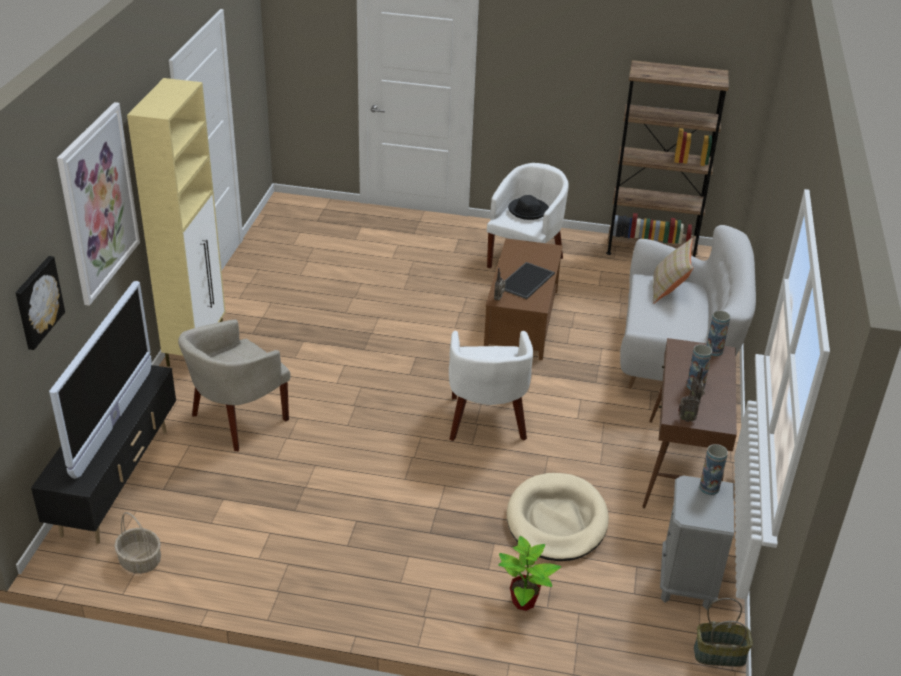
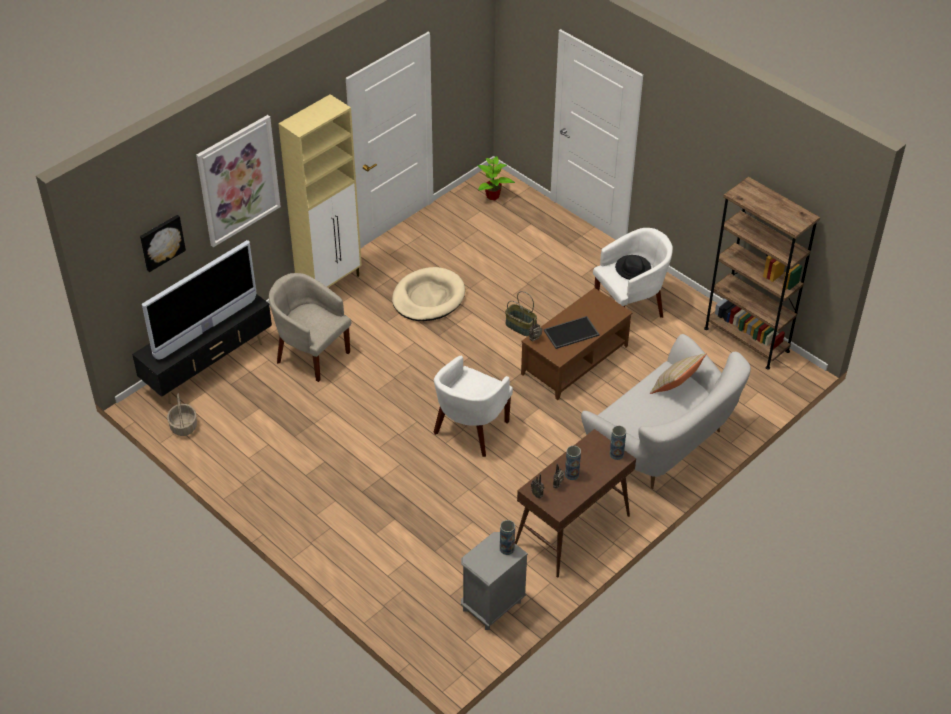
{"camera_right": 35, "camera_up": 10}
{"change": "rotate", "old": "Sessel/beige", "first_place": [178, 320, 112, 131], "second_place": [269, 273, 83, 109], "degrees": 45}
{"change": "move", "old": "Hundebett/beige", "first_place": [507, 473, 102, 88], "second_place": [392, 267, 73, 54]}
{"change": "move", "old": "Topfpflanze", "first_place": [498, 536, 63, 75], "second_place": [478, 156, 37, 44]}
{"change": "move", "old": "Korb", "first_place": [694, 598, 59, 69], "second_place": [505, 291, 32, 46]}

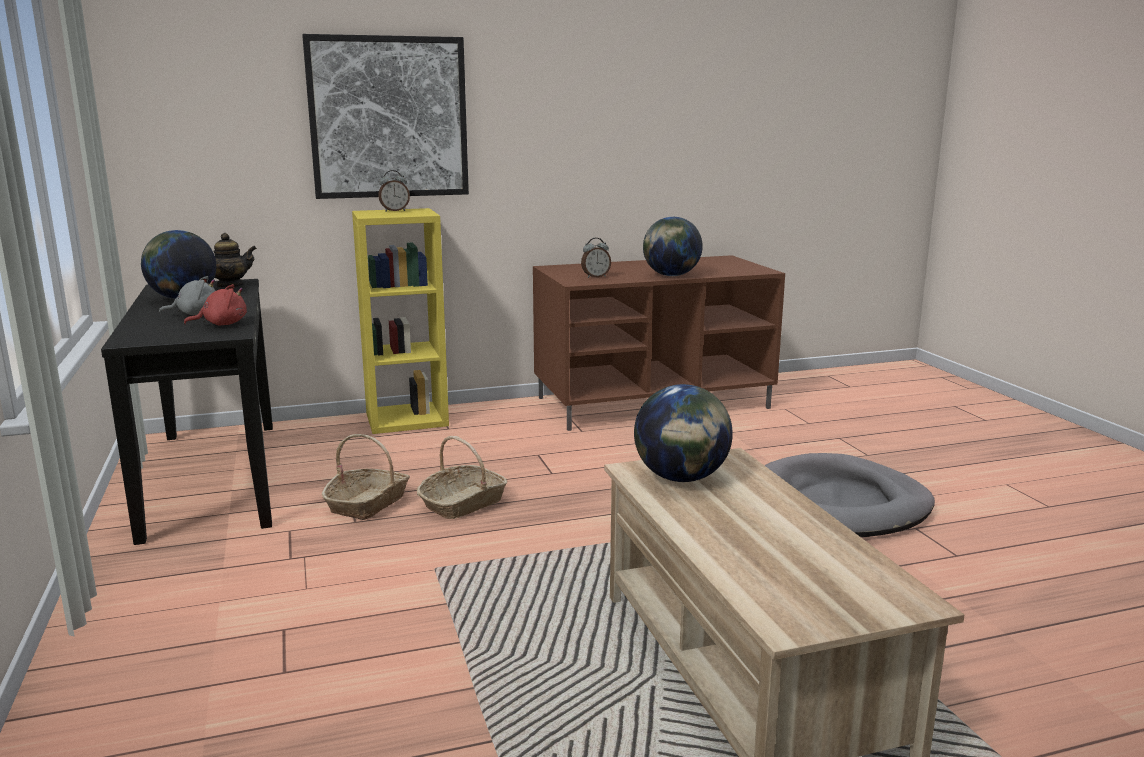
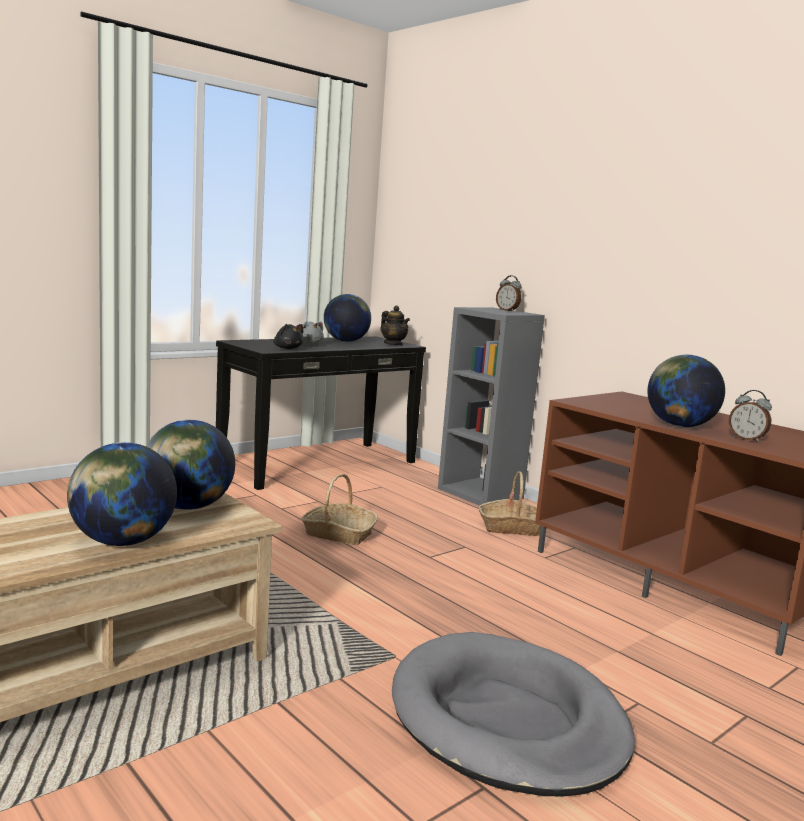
{"camera_right": 65, "camera_up": -5}
{"change": "delete", "old": "Bild", "first_place": [302, 34, 167, 165]}
{"change": "recolor", "old": "Bücherregal/gelb", "new": "Bücherregal/grau", "first_place": [352, 208, 97, 226], "second_place": [438, 307, 107, 198]}
{"change": "move", "old": "Wecker", "first_place": [581, 238, 30, 40], "second_place": [729, 390, 43, 52]}
{"change": "recolor", "old": "Plüschtier/rot", "new": "Plüschtier/schwarz", "first_place": [184, 284, 63, 42], "second_place": [273, 324, 31, 25]}
{"change": "move", "old": "Korb", "first_place": [322, 434, 88, 86], "second_place": [479, 471, 62, 65]}
{"change": "insert", "new": "Globus", "second_place": [67, 442, 110, 104]}

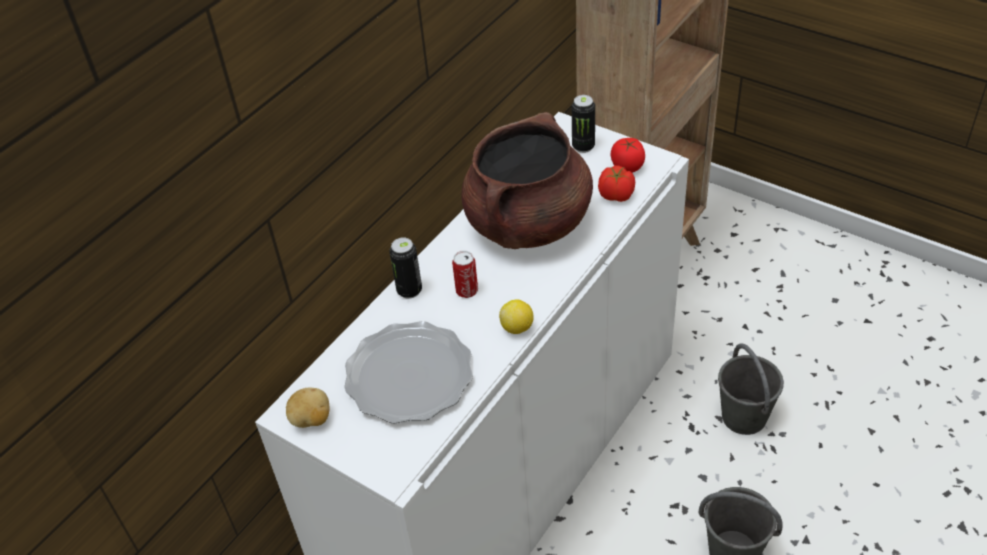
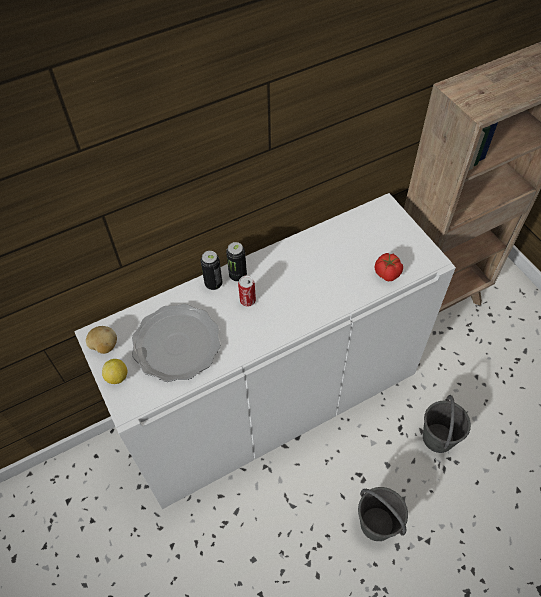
{"camera_right": 25, "camera_up": 10}
{"change": "move", "old": "Dose", "first_place": [572, 95, 23, 58], "second_place": [226, 242, 21, 40]}
{"change": "delete", "old": "Kochtopf/braun", "first_place": [461, 112, 132, 137]}
{"change": "delete", "old": "Tomate", "first_place": [611, 138, 34, 35]}
{"change": "move", "old": "Zitrone", "first_place": [499, 299, 35, 35], "second_place": [102, 359, 25, 25]}

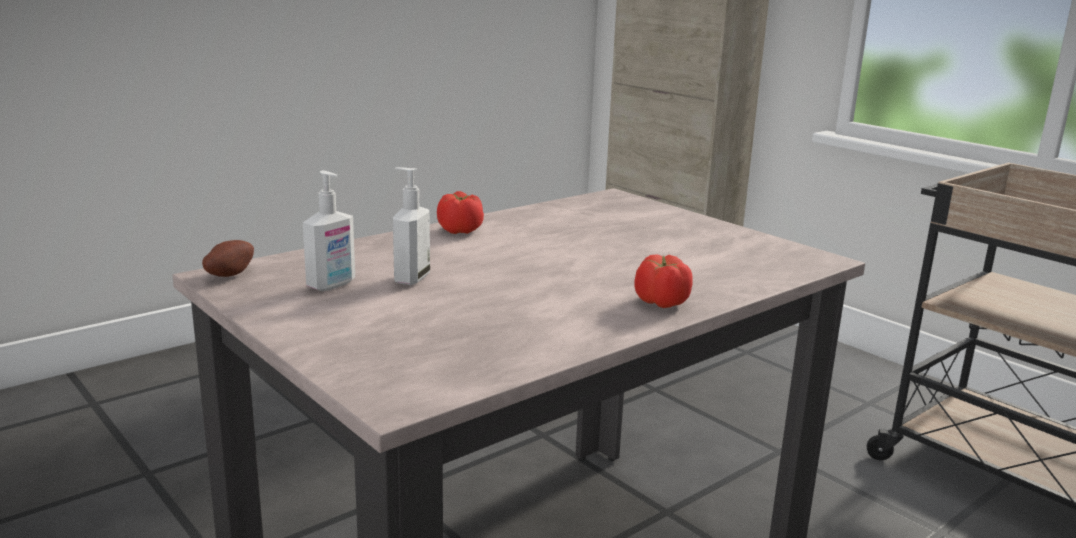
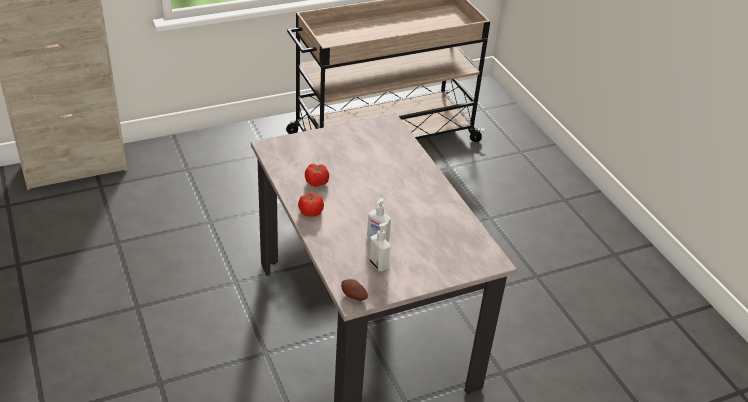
{"camera_right": -75, "camera_up": 20}
{"change": "move", "old": "Tomate", "first_place": [634, 254, 59, 54], "second_place": [305, 164, 24, 23]}

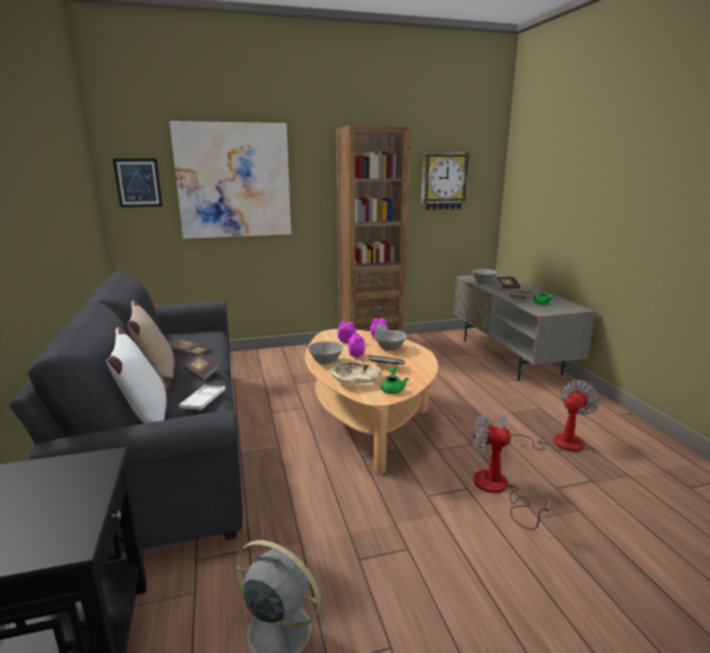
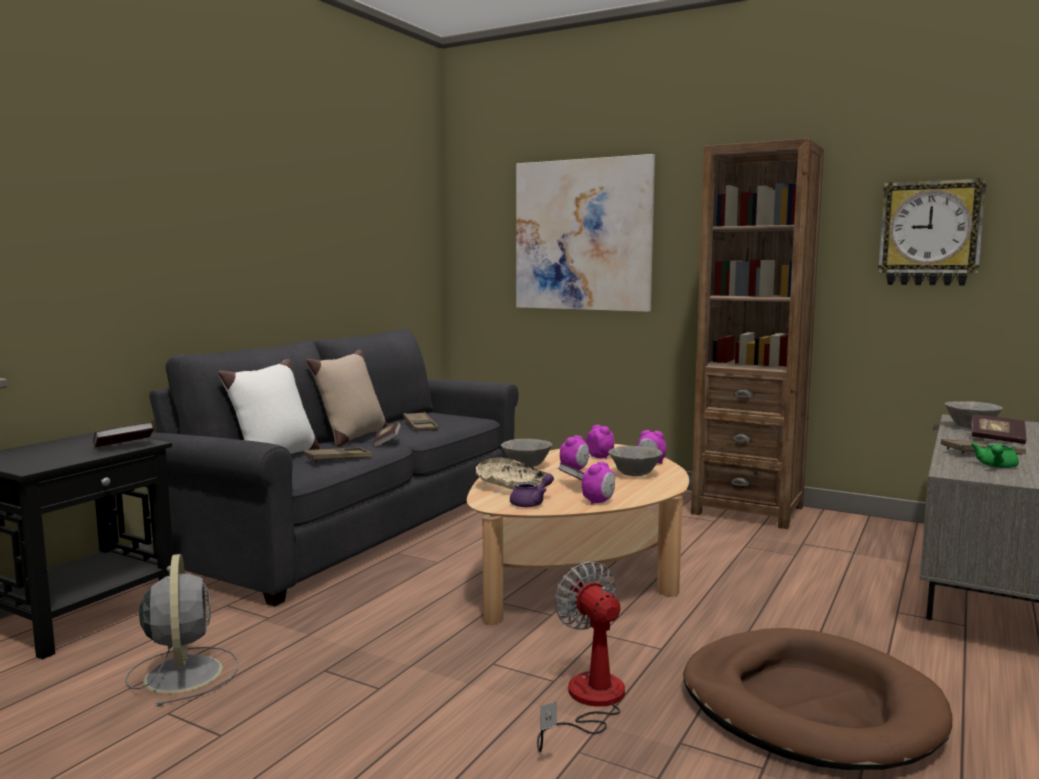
{"camera_right": 45, "camera_up": -10}
{"change": "delete", "old": "Bild", "first_place": [113, 159, 50, 48]}
{"change": "recolor", "old": "Teekanne/grün", "new": "Teekanne/lila", "first_place": [381, 366, 28, 28], "second_place": [510, 473, 44, 34]}
{"change": "replace", "old": "Ventilator", "new": "Hundebett/braun", "first_place": [499, 380, 101, 72], "second_place": [683, 628, 269, 142]}
{"change": "recolor", "old": "Tablett/weiß", "new": "Tablett/braun", "first_place": [179, 385, 47, 26], "second_place": [303, 448, 70, 14]}
{"change": "insert", "new": "Buch", "second_place": [93, 422, 61, 26]}
{"change": "insert", "new": "Wecker", "second_place": [582, 462, 33, 42]}

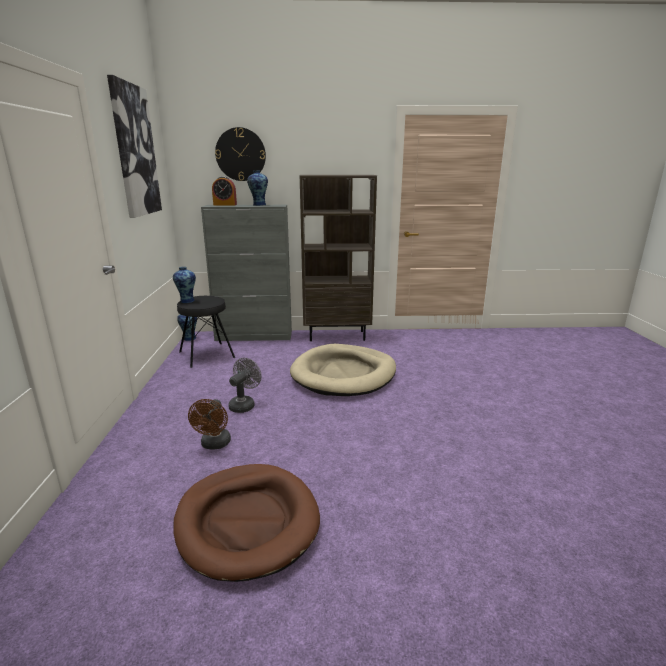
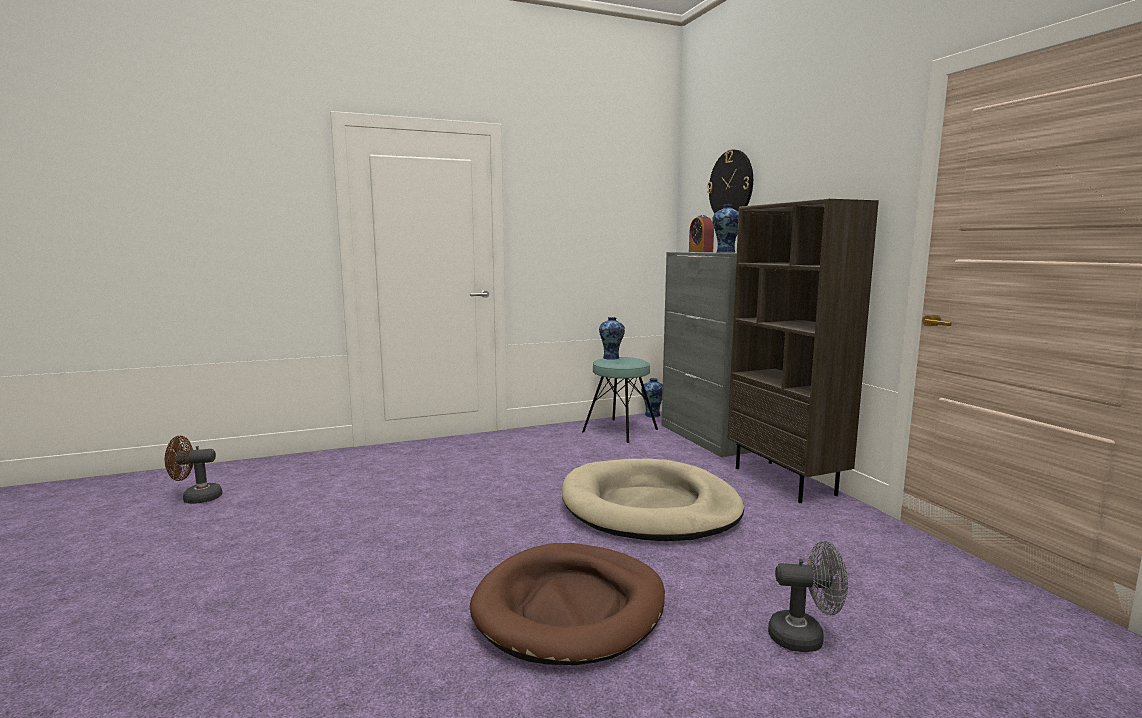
{"camera_right": 70, "camera_up": -10}
{"change": "delete", "old": "Bild", "first_place": [107, 75, 55, 143]}
{"change": "recolor", "old": "Hocker/schwarz", "new": "Hocker/türkis", "first_place": [177, 296, 58, 72], "second_place": [582, 357, 76, 86]}
{"change": "move", "old": "Ventilator/grau", "first_place": [228, 358, 33, 55], "second_place": [768, 541, 80, 111]}
{"change": "move", "old": "Ventilator/braun", "first_place": [188, 399, 43, 50], "second_place": [165, 436, 58, 68]}
{"change": "move", "old": "Hundebett/braun", "first_place": [173, 464, 147, 118], "second_place": [470, 543, 195, 122]}

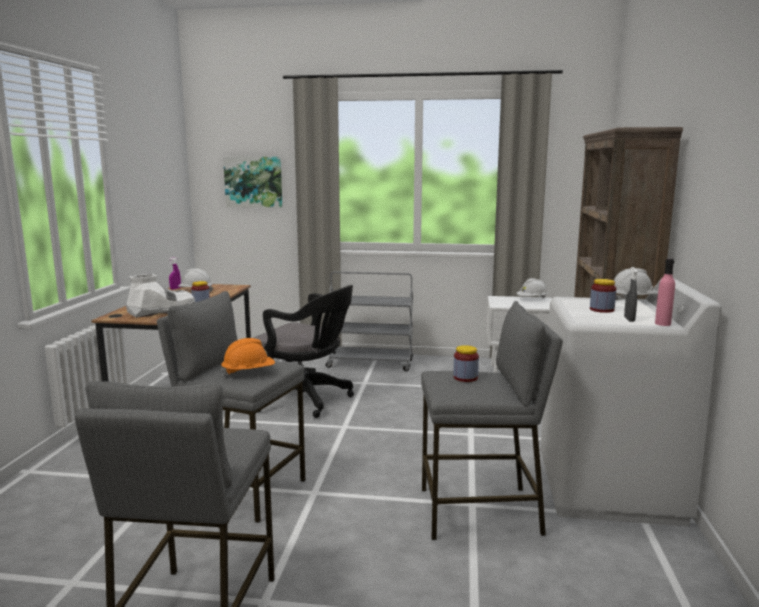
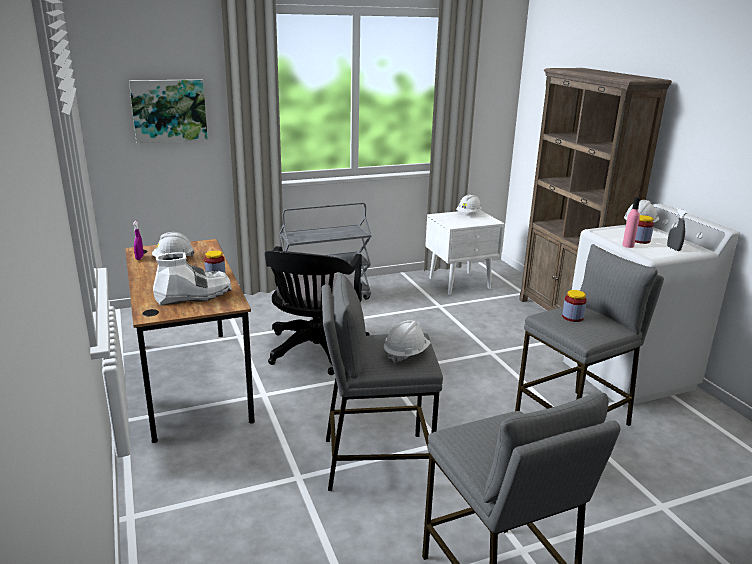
{"camera_right": -30, "camera_up": 10}
{"change": "move", "old": "Flasche/rosa", "first_place": [655, 258, 20, 68], "second_place": [622, 197, 18, 51]}
{"change": "rotate", "old": "Stiefel/weiß", "first_place": [126, 274, 69, 44], "second_place": [153, 252, 78, 53], "degrees": 45}
{"change": "rotate", "old": "Bürostuhl/schwarz", "first_place": [253, 285, 101, 133], "second_place": [265, 246, 105, 129], "degrees": 105}
{"change": "recolor", "old": "Schutzhelm/orange", "new": "Schutzhelm/weiß", "first_place": [221, 338, 54, 38], "second_place": [384, 320, 47, 44]}

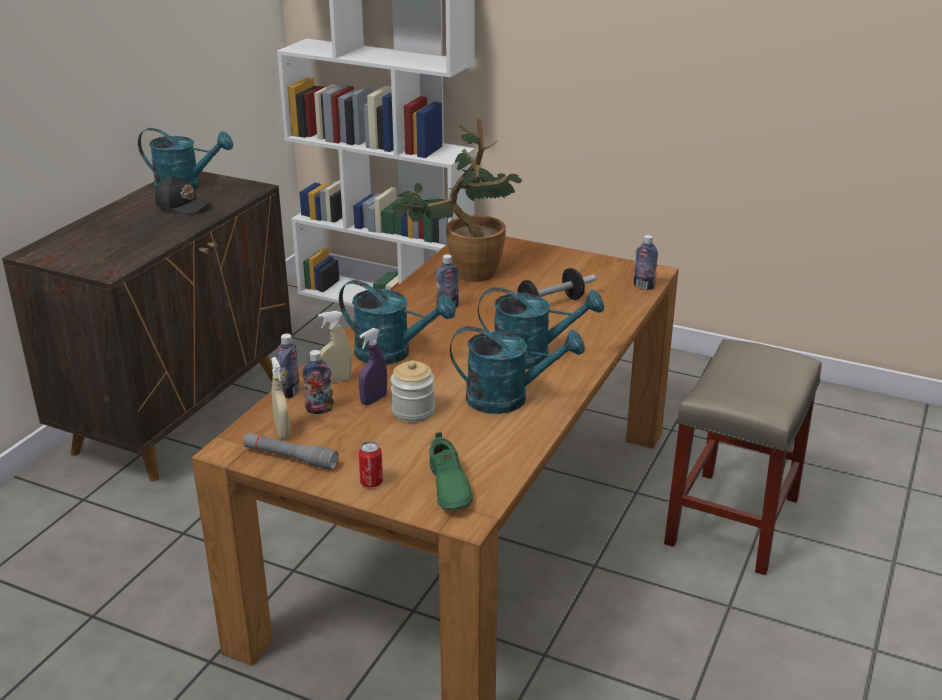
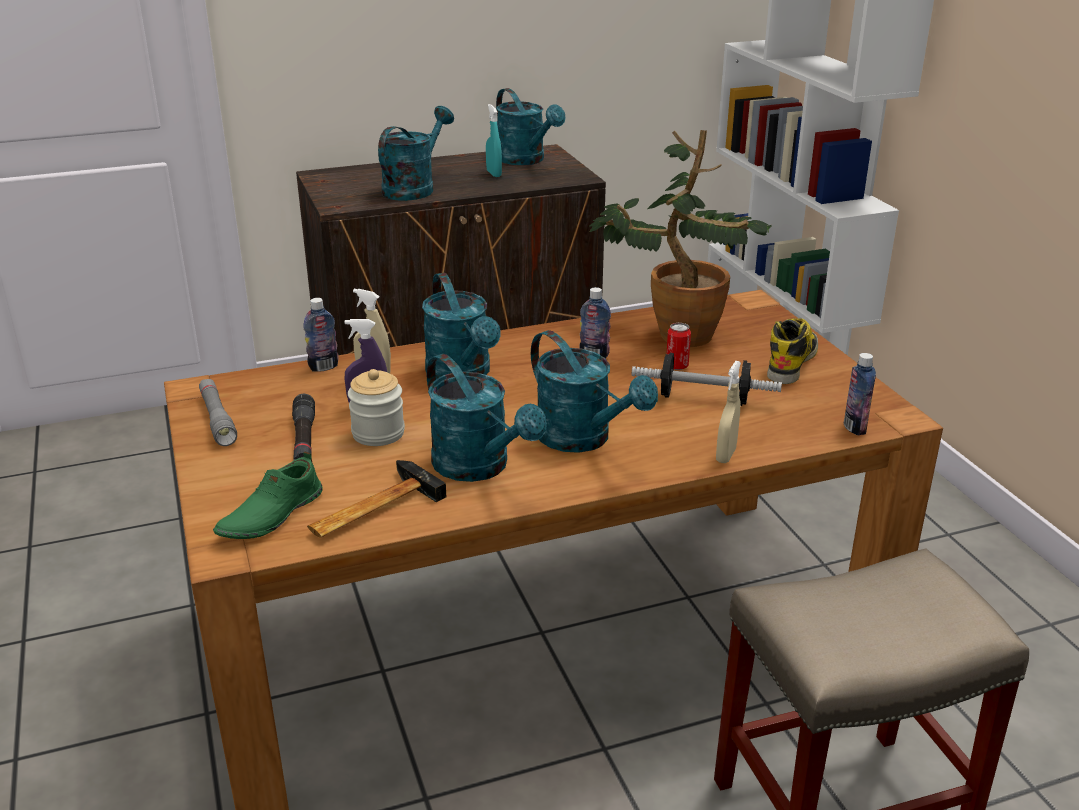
{"camera_right": 45, "camera_up": 0}
{"change": "replace", "old": "Kappe/schwarz", "new": "Sprühflasche/türkis", "first_place": [155, 176, 57, 38], "second_place": [486, 104, 16, 73]}
{"change": "delete", "old": "Flasche", "first_place": [302, 350, 32, 64]}
{"change": "move", "old": "Sprühflasche/beige", "first_place": [271, 357, 20, 82], "second_place": [716, 361, 25, 102]}
{"change": "move", "old": "Dose", "first_place": [358, 441, 25, 47], "second_place": [667, 323, 24, 47]}
{"change": "insert", "new": "Gießkanne/türkis", "second_place": [378, 106, 76, 95]}
{"change": "insert", "new": "Stiefel", "second_place": [767, 318, 51, 66]}
{"change": "insert", "new": "Taschenlampe/schwarz", "second_place": [292, 394, 23, 67]}
{"change": "insert", "new": "Hammer", "second_place": [307, 460, 139, 78]}

